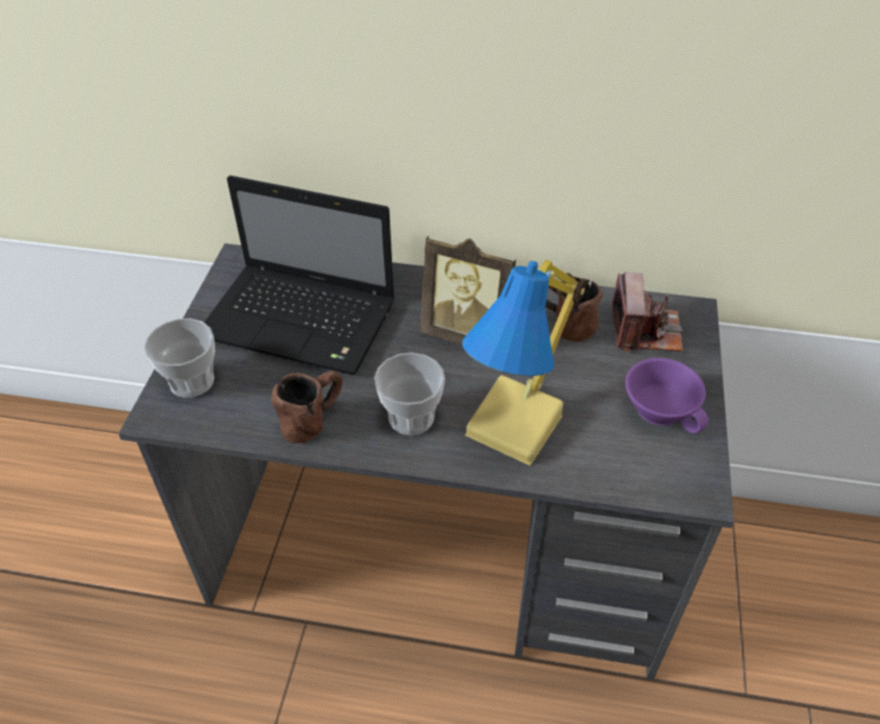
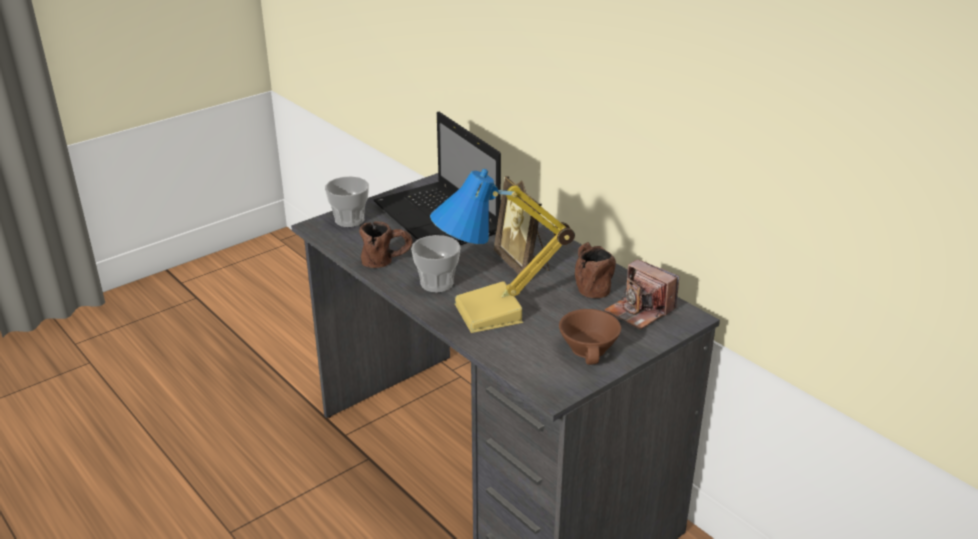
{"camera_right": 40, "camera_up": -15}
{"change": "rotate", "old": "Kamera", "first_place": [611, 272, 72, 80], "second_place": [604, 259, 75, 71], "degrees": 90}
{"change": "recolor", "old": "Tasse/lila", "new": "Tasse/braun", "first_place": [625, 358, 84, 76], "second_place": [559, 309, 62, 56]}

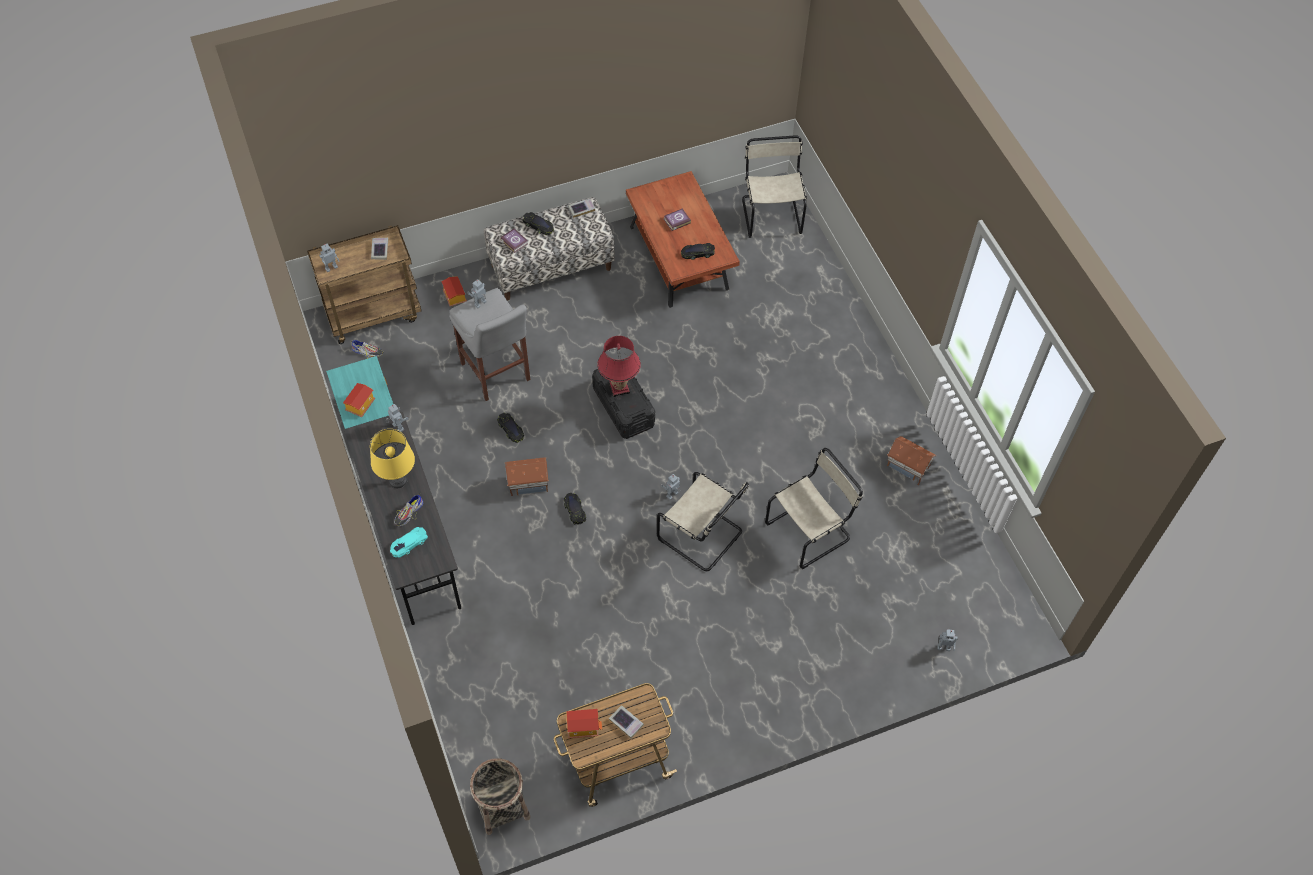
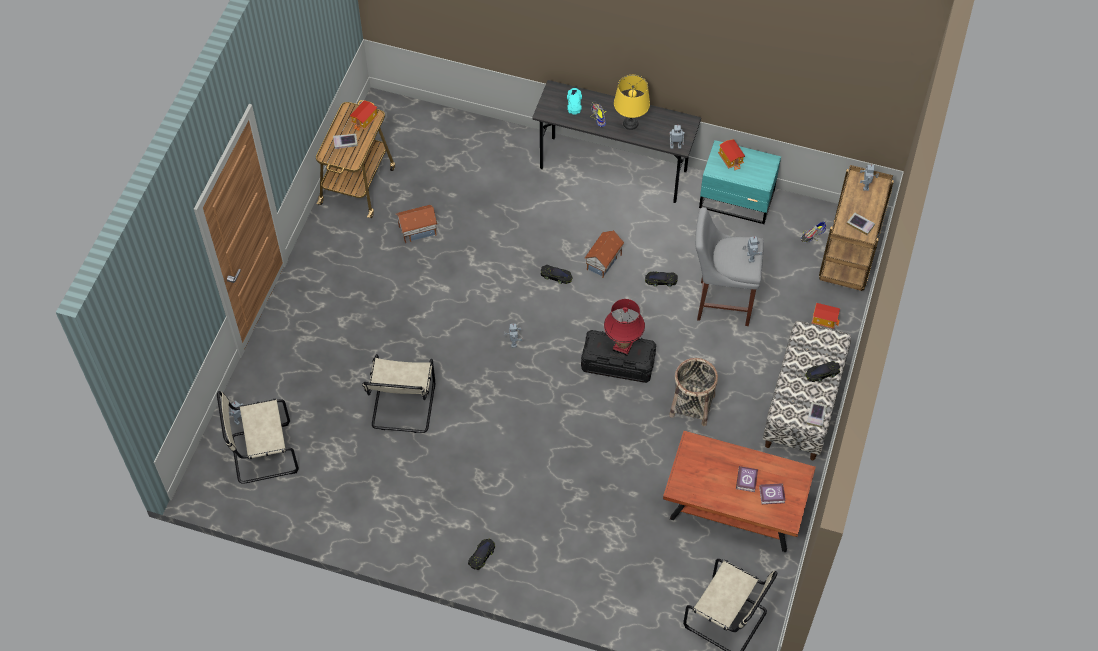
{"camera_right": 130, "camera_up": 0}
{"change": "move", "old": "Buch", "first_place": [500, 229, 28, 24], "second_place": [759, 483, 27, 21]}
{"change": "move", "old": "Spielzeugauto/schwarz", "first_place": [681, 243, 34, 17], "second_place": [468, 539, 27, 31]}
{"change": "move", "old": "Spielzeughaus", "first_place": [887, 436, 49, 50], "second_place": [396, 205, 42, 38]}
{"change": "move", "old": "Stuhl/beige", "first_place": [657, 472, 92, 99], "second_place": [217, 391, 82, 93]}
{"change": "move", "old": "Korb", "first_place": [470, 758, 60, 77], "second_place": [669, 358, 49, 68]}

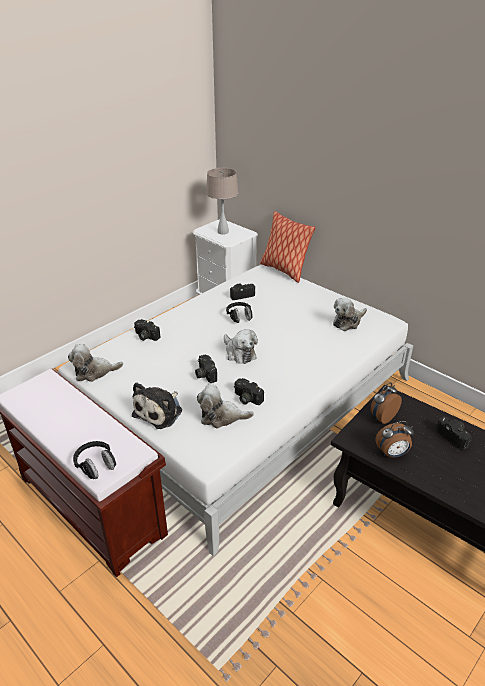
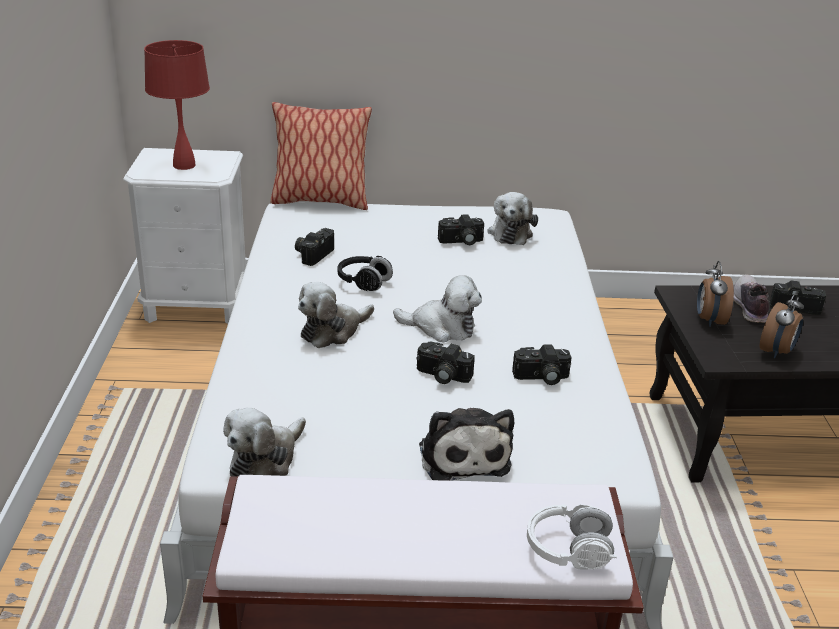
{"camera_right": -45, "camera_up": -5}
{"change": "recolor", "old": "Tischlampe/beige", "new": "Tischlampe/rot", "first_place": [206, 168, 32, 67], "second_place": [144, 40, 66, 130]}
{"change": "move", "old": "Kamera", "first_place": [134, 319, 26, 22], "second_place": [438, 214, 46, 31]}
{"change": "move", "old": "Plüschtier", "first_place": [197, 384, 57, 44], "second_place": [298, 282, 76, 66]}
{"change": "recolor", "old": "Kopfhörer/schwarz", "new": "Kopfhörer/weiß", "first_place": [73, 441, 43, 38], "second_place": [527, 504, 90, 66]}
{"change": "insert", "new": "Schuh", "second_place": [733, 274, 36, 49]}

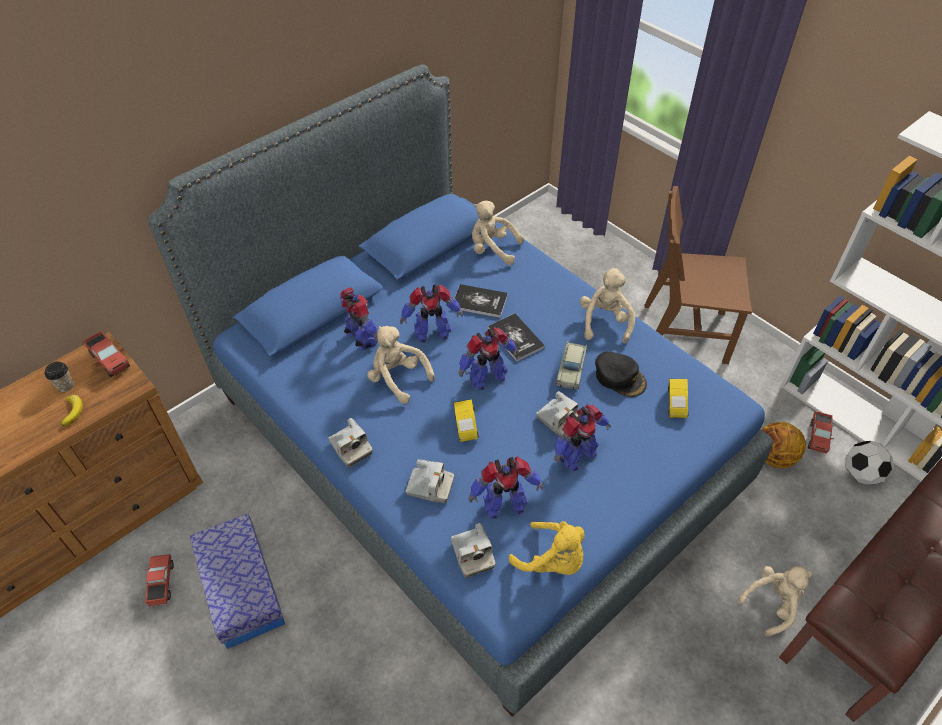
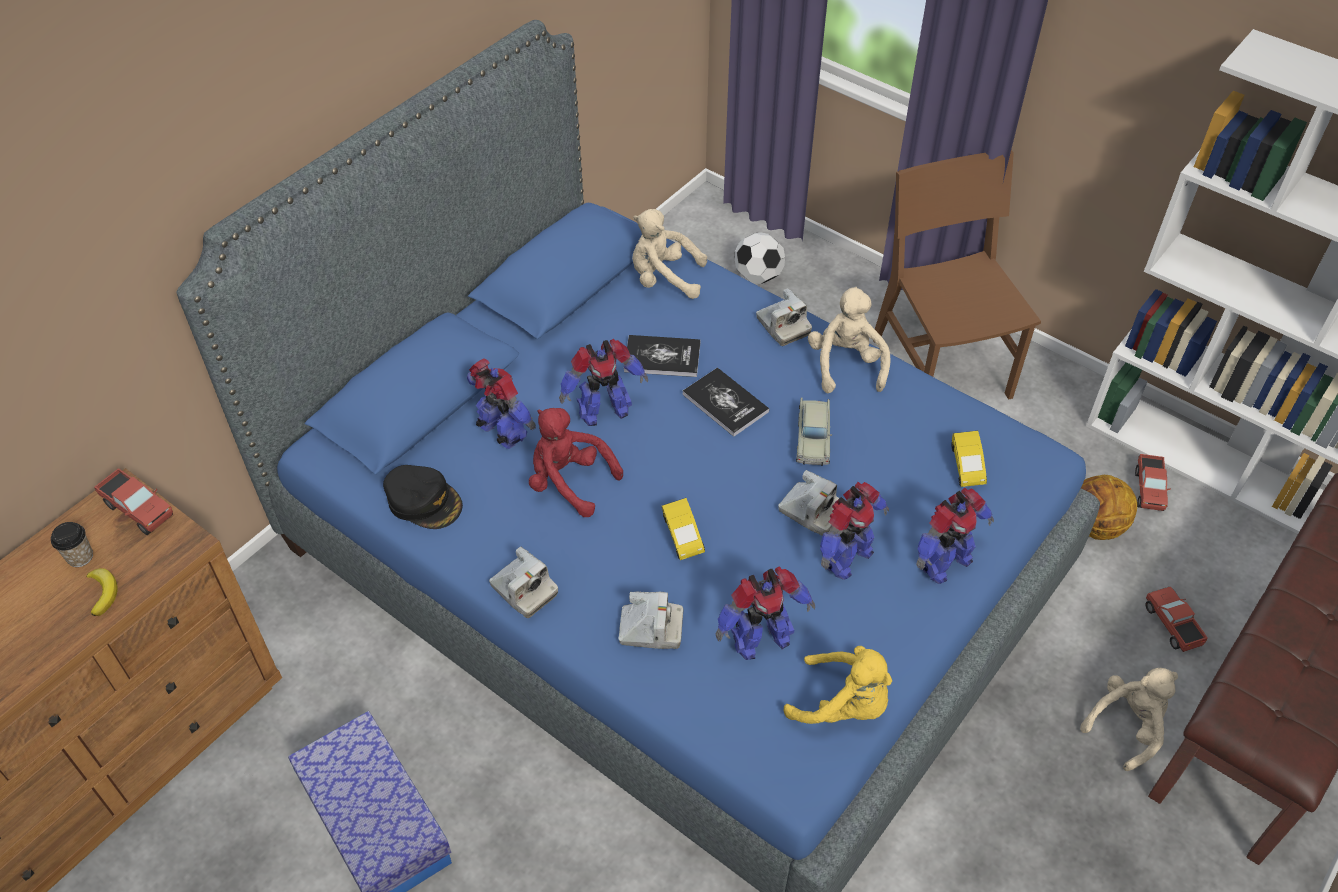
{"camera_right": -10, "camera_up": 0}
{"change": "rotate", "old": "Stuhl/braun", "first_place": [645, 186, 107, 178], "second_place": [874, 150, 167, 250], "degrees": 75}
{"change": "recolor", "old": "Plüschtier/beige", "new": "Plüschtier/rot", "first_place": [367, 326, 68, 78], "second_place": [529, 408, 94, 109]}
{"change": "move", "old": "Spielzeugroboter", "first_place": [459, 327, 60, 63], "second_place": [916, 487, 78, 97]}
{"change": "move", "old": "Kappe/schwarz", "first_place": [595, 351, 52, 46], "second_place": [383, 465, 80, 64]}
{"change": "move", "old": "Fußball", "first_place": [845, 441, 49, 44], "second_place": [735, 232, 50, 52]}
{"change": "move", "old": "Kamera", "first_place": [451, 523, 44, 55], "second_place": [756, 288, 56, 58]}
{"change": "move", "old": "Spielzeuglaster", "first_place": [145, 554, 29, 52], "second_place": [1146, 587, 62, 65]}

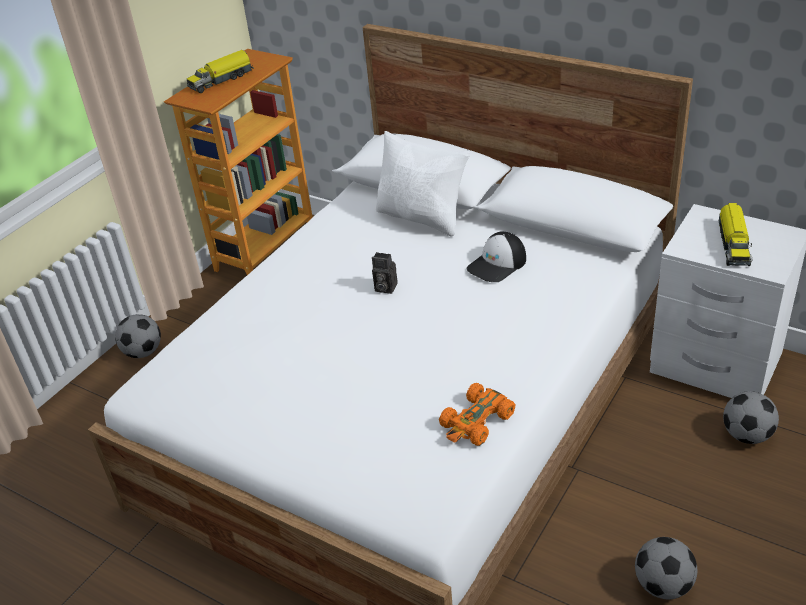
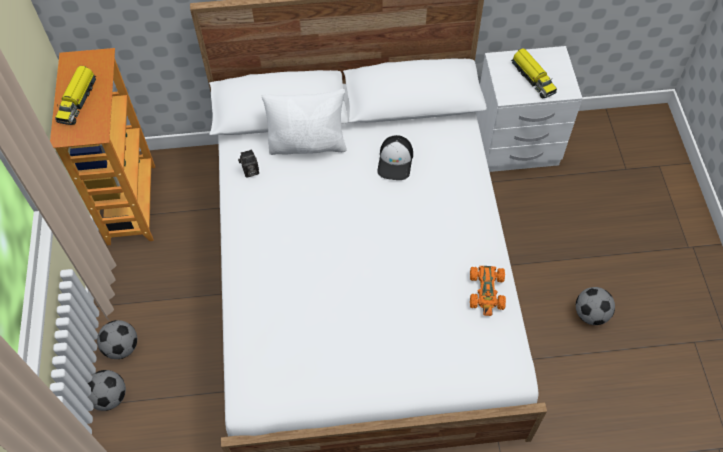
{"camera_right": -40, "camera_up": 20}
{"change": "move", "old": "Kamera", "first_place": [372, 252, 26, 42], "second_place": [238, 149, 21, 29]}
{"change": "move", "old": "Fußball", "first_place": [723, 391, 56, 53], "second_place": [88, 370, 38, 41]}

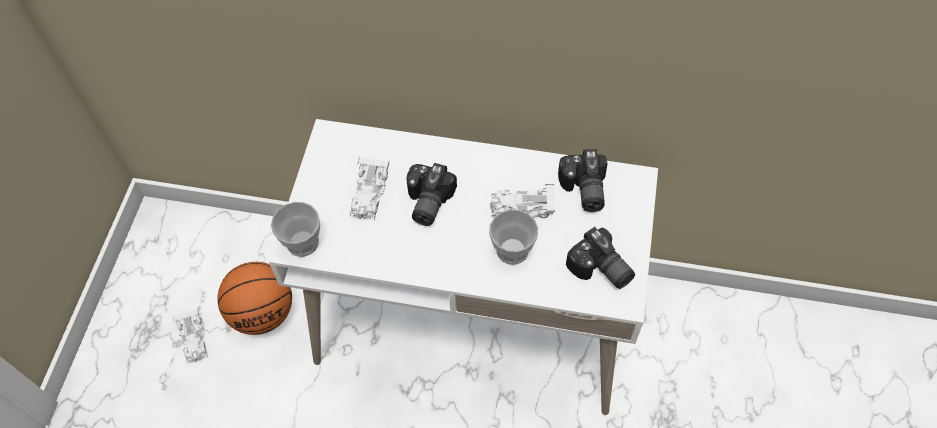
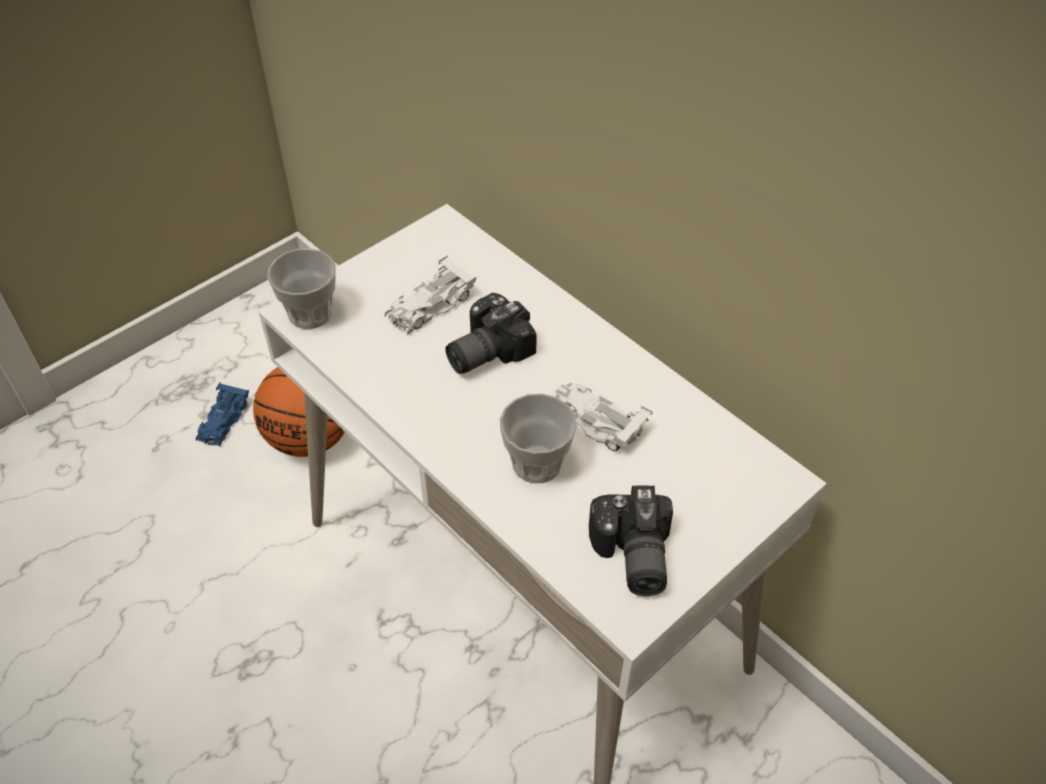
{"camera_right": 35, "camera_up": -10}
{"change": "delete", "old": "Kamera", "first_place": [558, 149, 49, 63]}
{"change": "recolor", "old": "Spielzeugauto/weiß", "new": "Spielzeugauto/blau", "first_place": [173, 308, 35, 55], "second_place": [196, 382, 53, 65]}

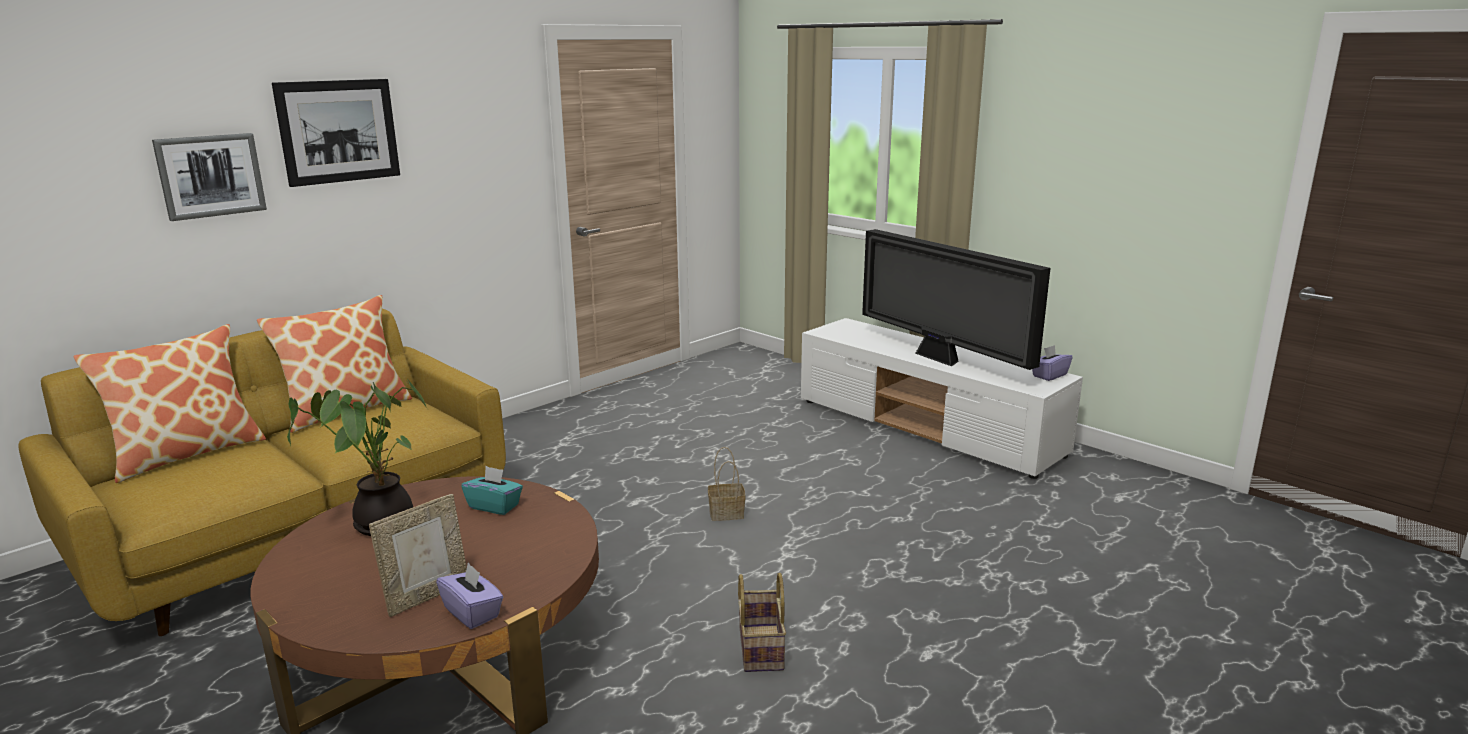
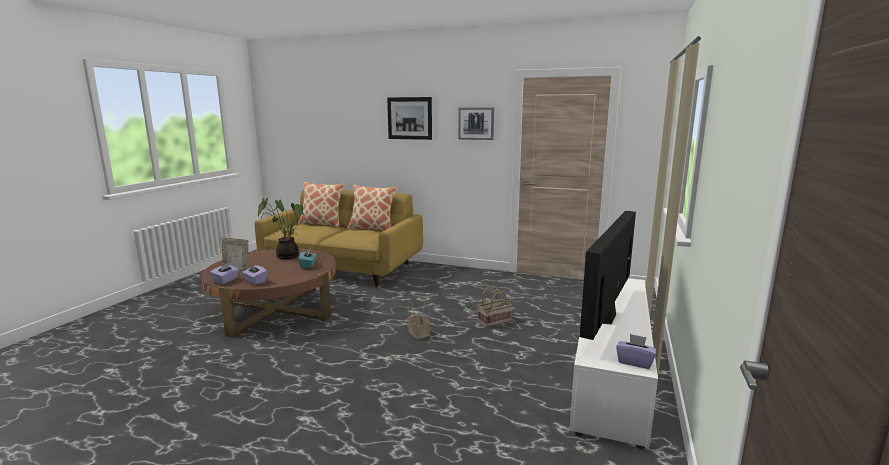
{"camera_right": 65, "camera_up": -5}
{"change": "move", "old": "Bild", "first_place": [152, 133, 115, 88], "second_place": [458, 107, 36, 33]}
{"change": "move", "old": "Korb", "first_place": [738, 573, 48, 99], "second_place": [477, 286, 35, 42]}
{"change": "insert", "new": "Taschentuchbox/lila", "second_place": [242, 264, 25, 21]}

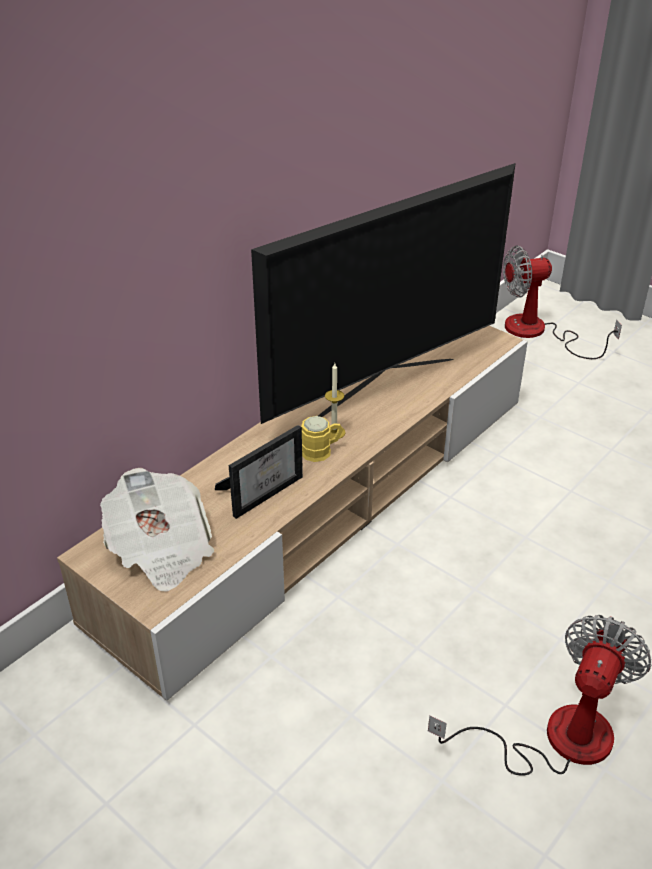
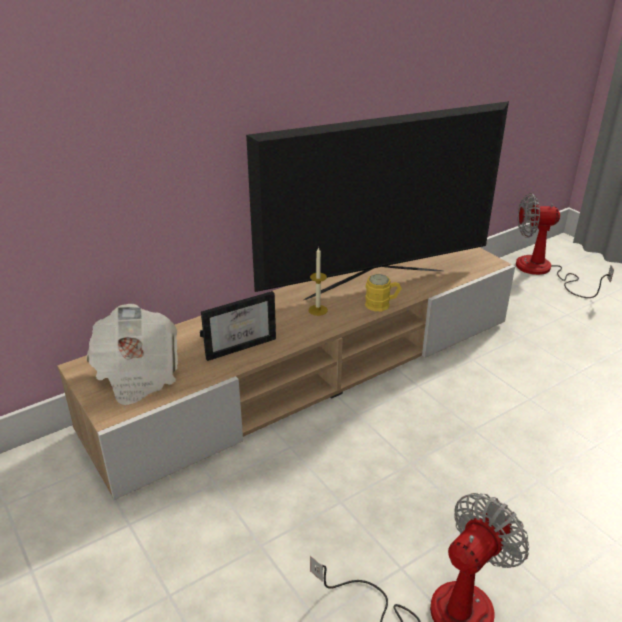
{"camera_right": 15, "camera_up": -5}
{"change": "move", "old": "Henkelbecher/gelb", "first_place": [301, 416, 42, 46], "second_place": [365, 274, 37, 37]}

